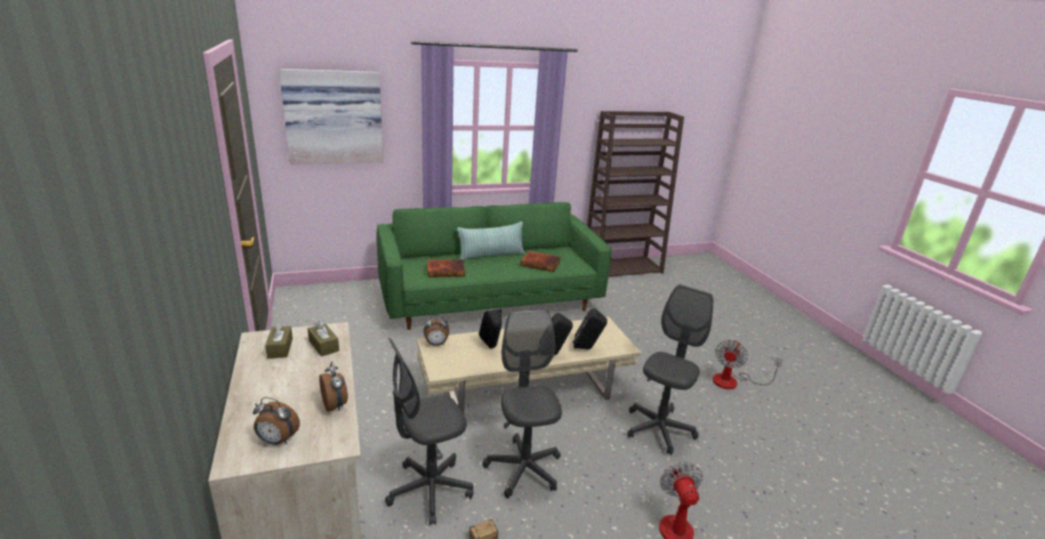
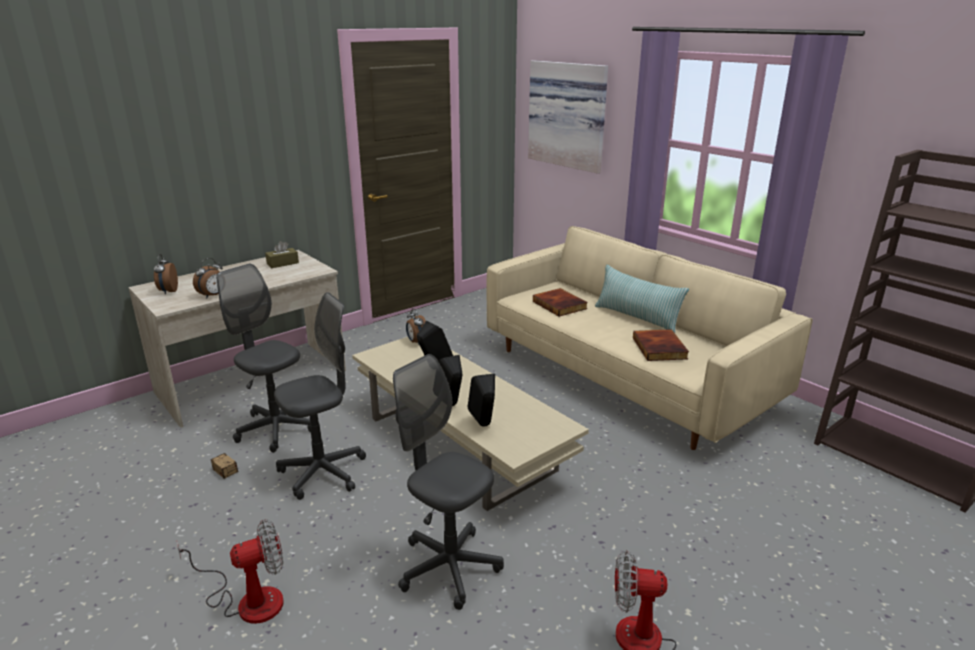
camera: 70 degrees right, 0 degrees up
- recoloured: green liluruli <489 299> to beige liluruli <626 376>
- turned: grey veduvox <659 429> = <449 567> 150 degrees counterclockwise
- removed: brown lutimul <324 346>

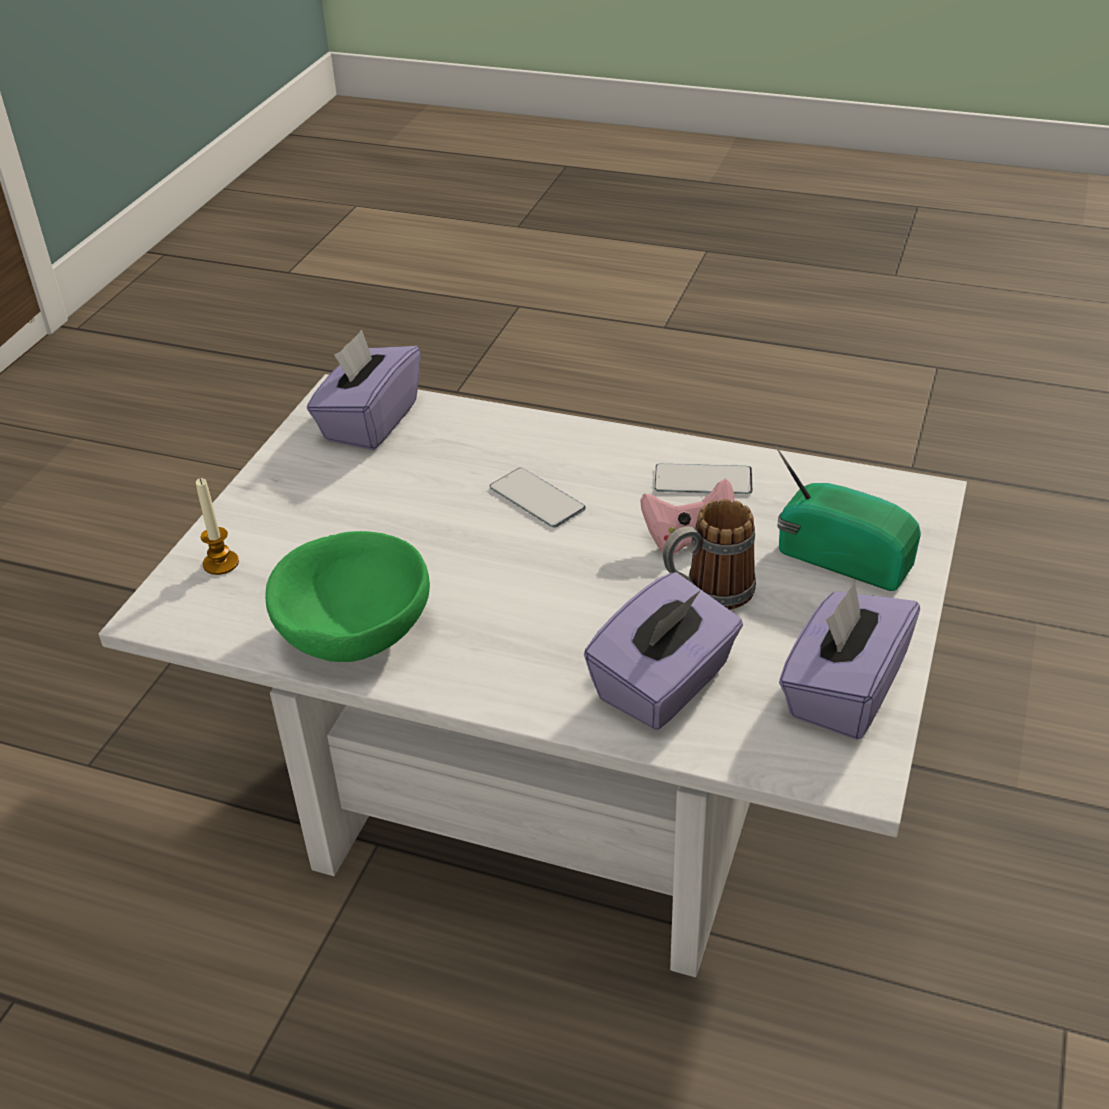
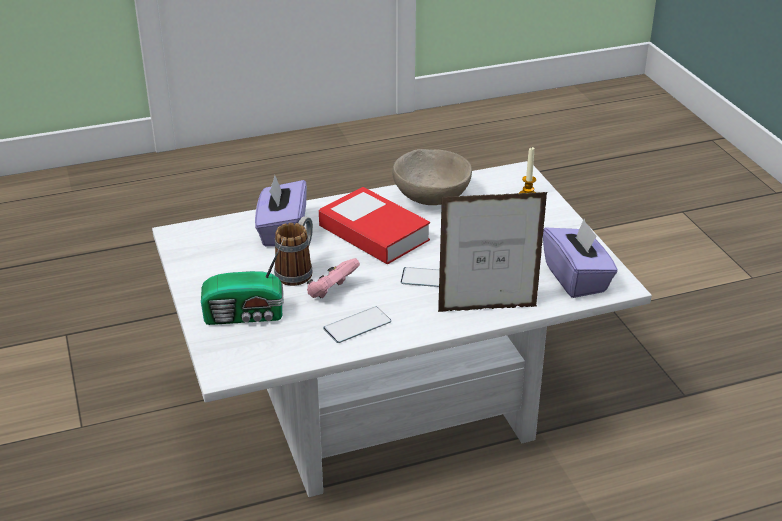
camera: 140 degrees right, 5 degrees down
- recoloured: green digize <354 633> to beige digize <432 197>
- removed: purple lutimul <843 691>
- added: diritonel <374 233>
- added: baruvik <487 309>

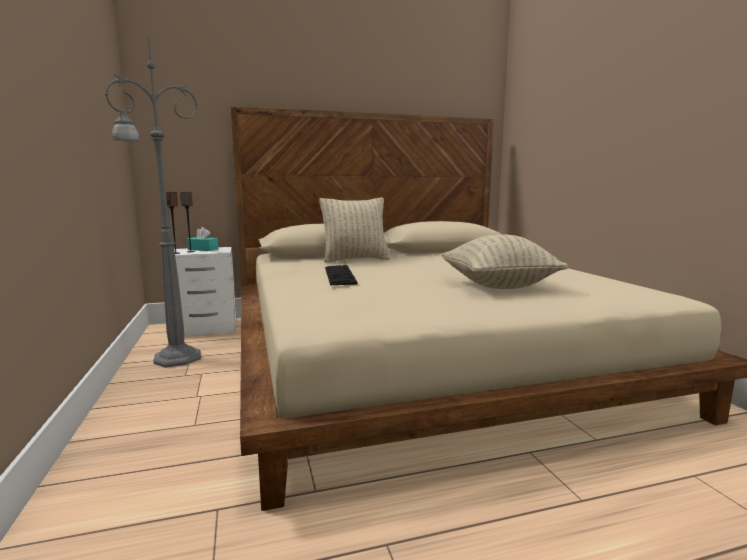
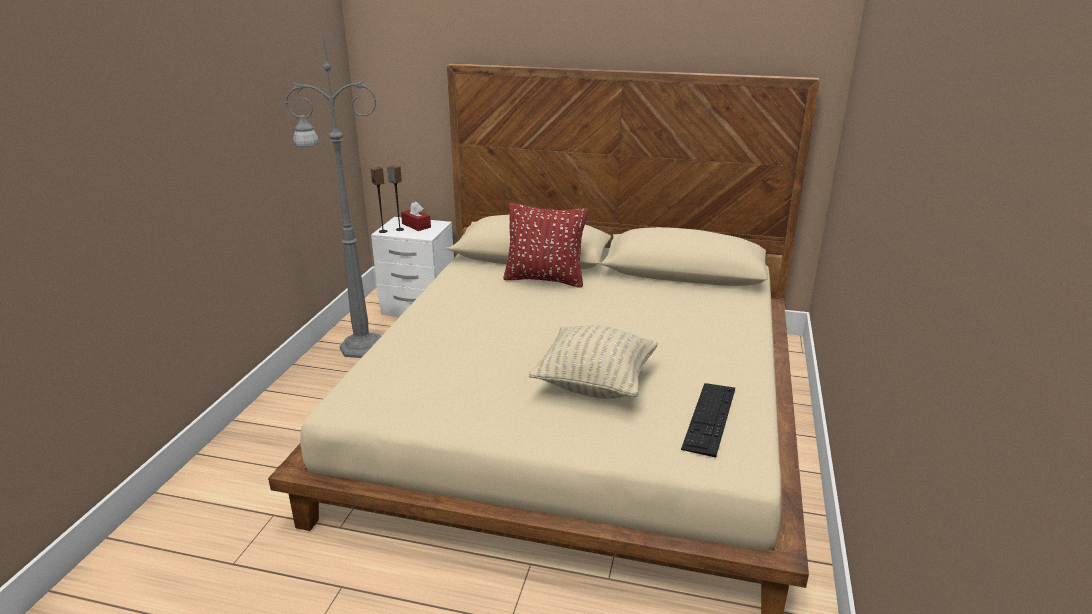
camera: 30 degrees right, 15 degrees up
- recoloured: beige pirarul <355 259> to red pirarul <545 279>
- recoloured: turquoise lutimul <203 249> to red lutimul <416 225>
- moved: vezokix <339 275> to <709 417>

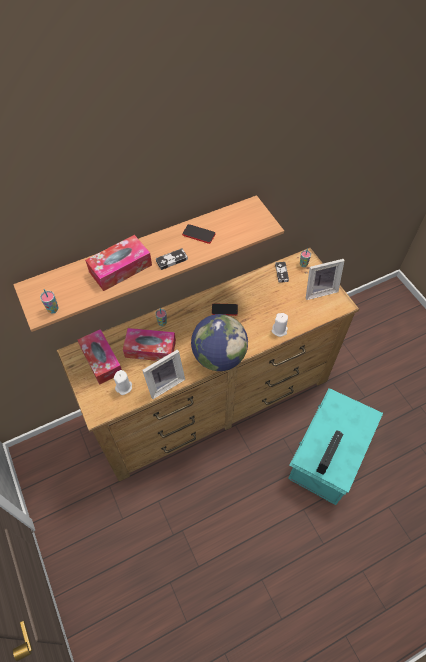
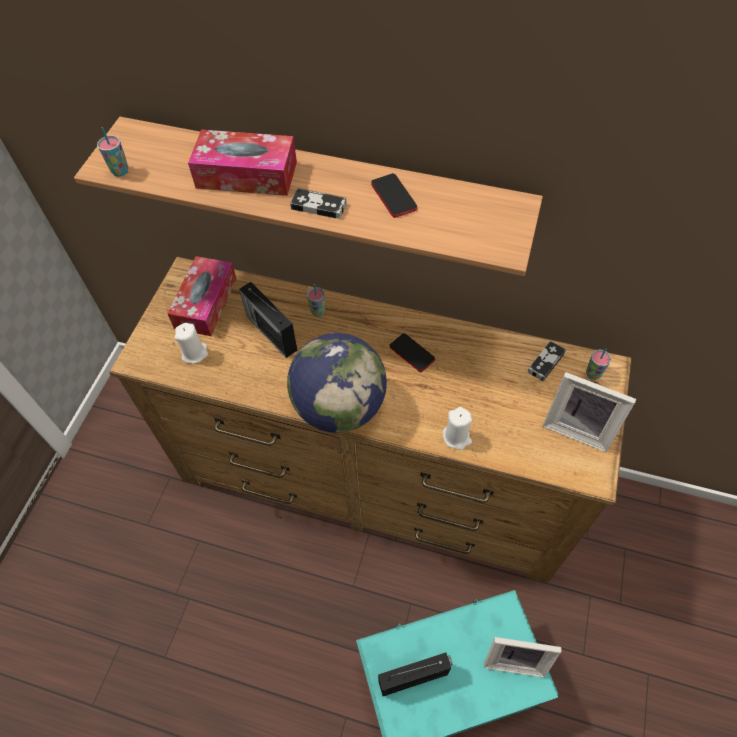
camera: 45 degrees right, 0 degrees up
- replaced: lutimul <150 349> to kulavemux <271 332>
- moved: baruvik <164 383> to <514 658>

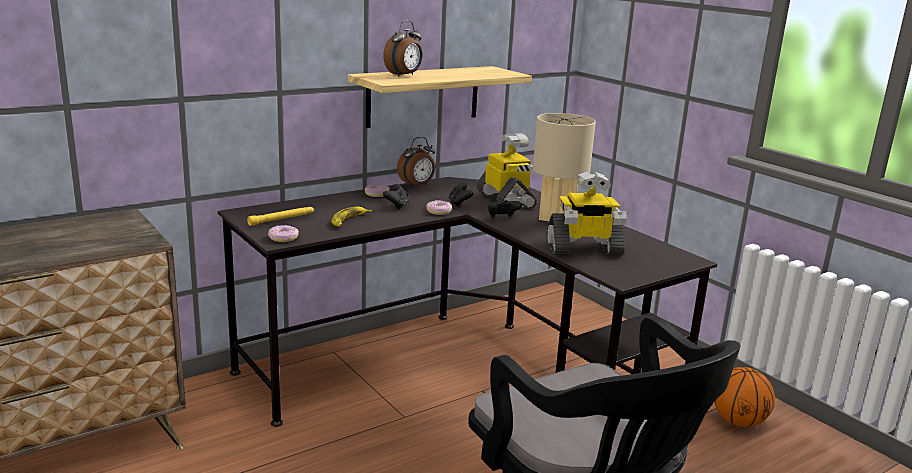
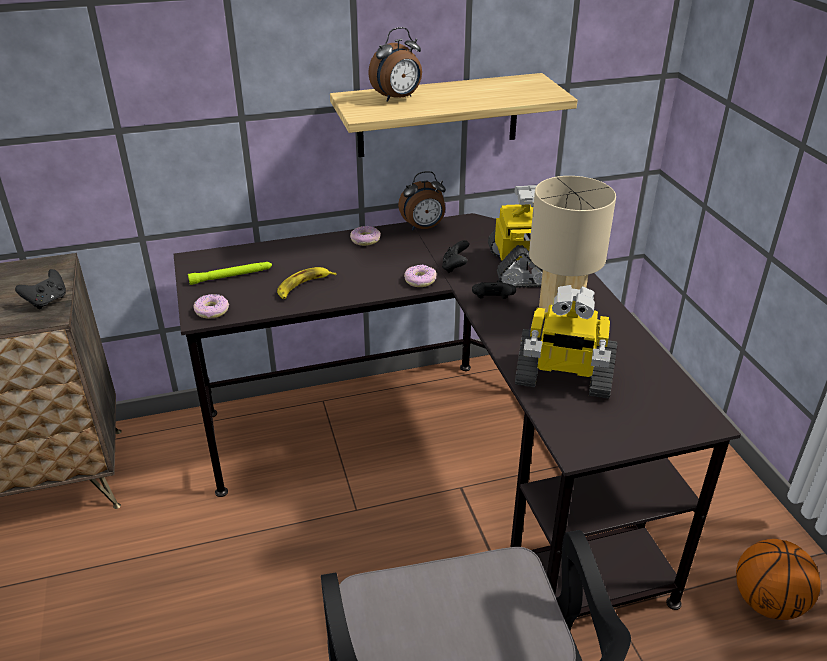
camera: 20 degrees right, 15 degrees up
- moved: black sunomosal <397 206> to <47 301>
- recoloured: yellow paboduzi <282 219> to green paboduzi <231 276>

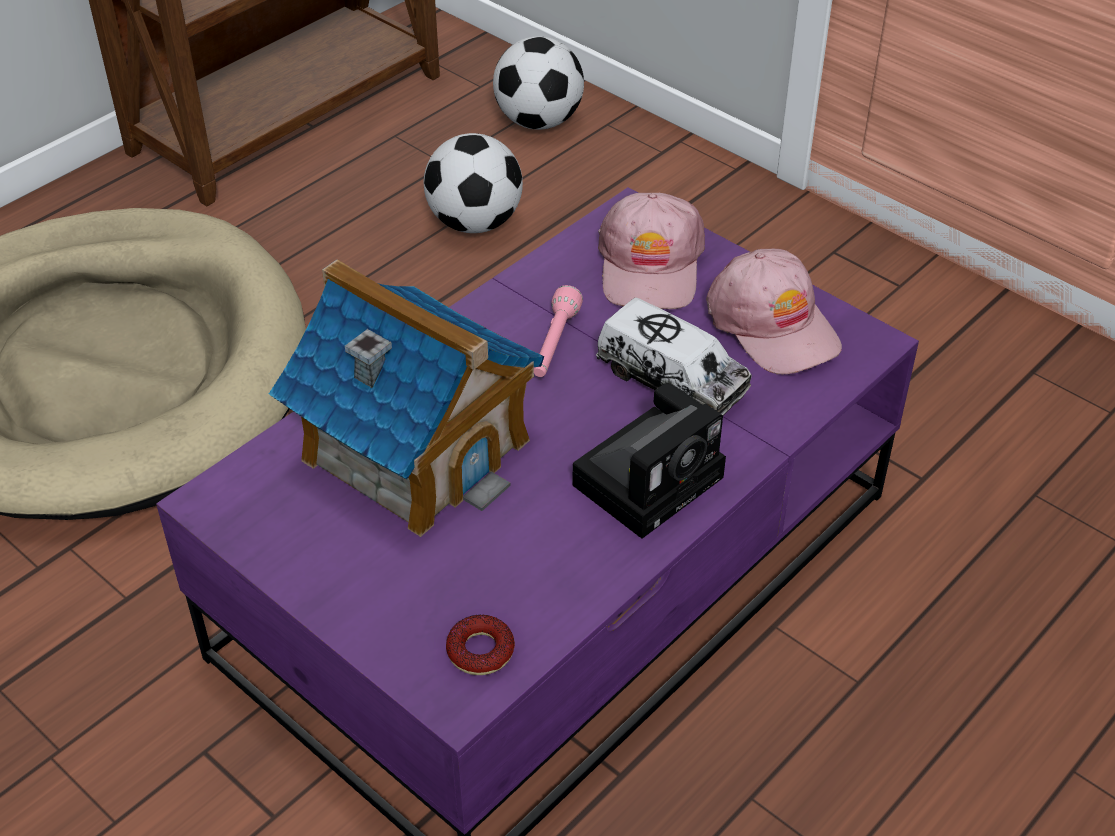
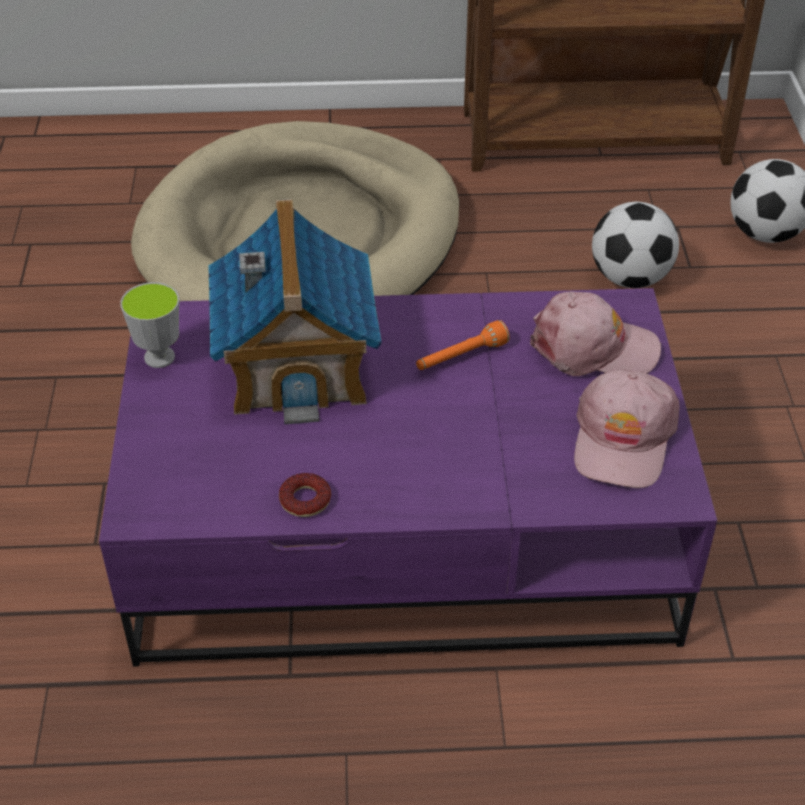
camera: 45 degrees right, 0 degrees up
- turned: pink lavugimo <650 266> = <593 348> 135 degrees counterclockwise
- recoloured: pink paboduzi <554 344> to orange paboduzi <460 357>
- removed: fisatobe <672 381>
- removed: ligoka <651 477>
- moved: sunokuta <480 651> to <305 500>
- added: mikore <159 357>

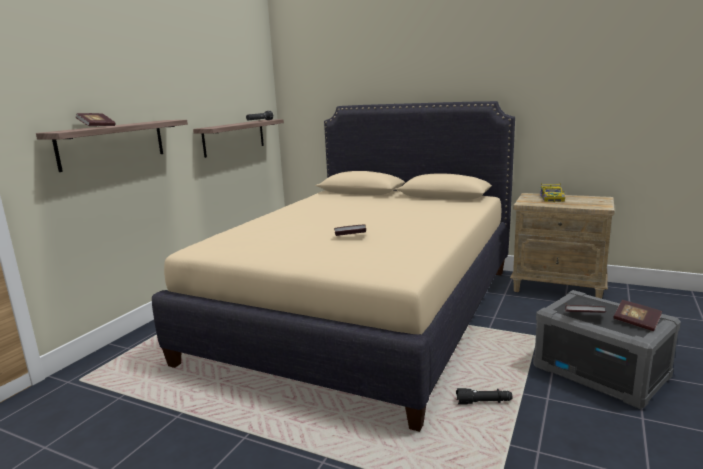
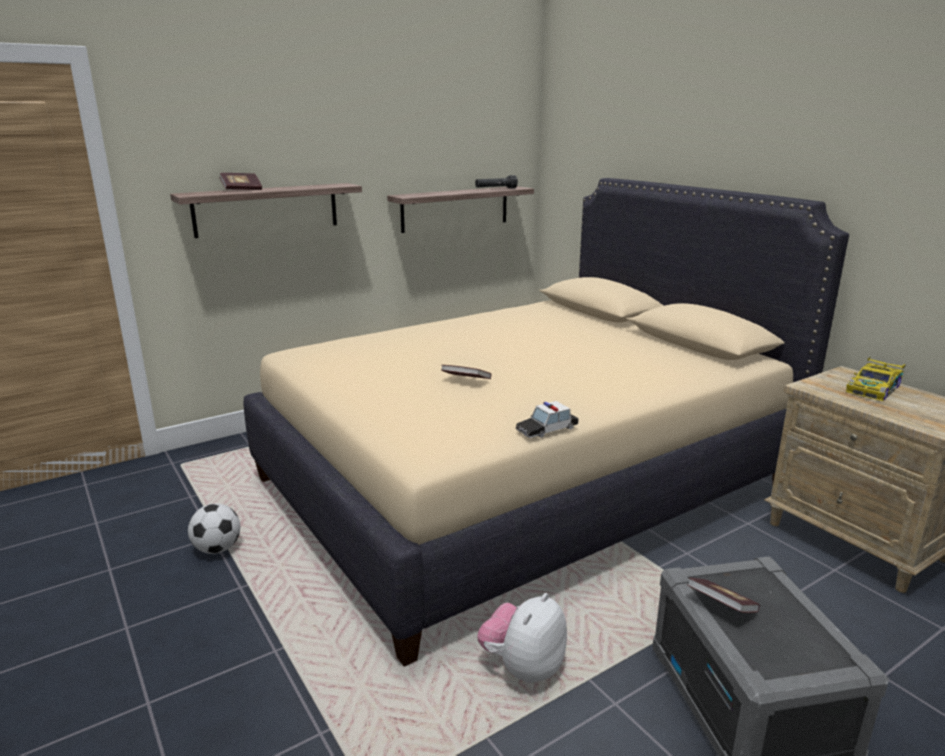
camera: 30 degrees right, 5 degrees up
- removed: diritonel <636 323>
- replaced: black paboduzi <484 402> to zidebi <523 667>
- added: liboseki <546 429>
- added: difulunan <217 549>

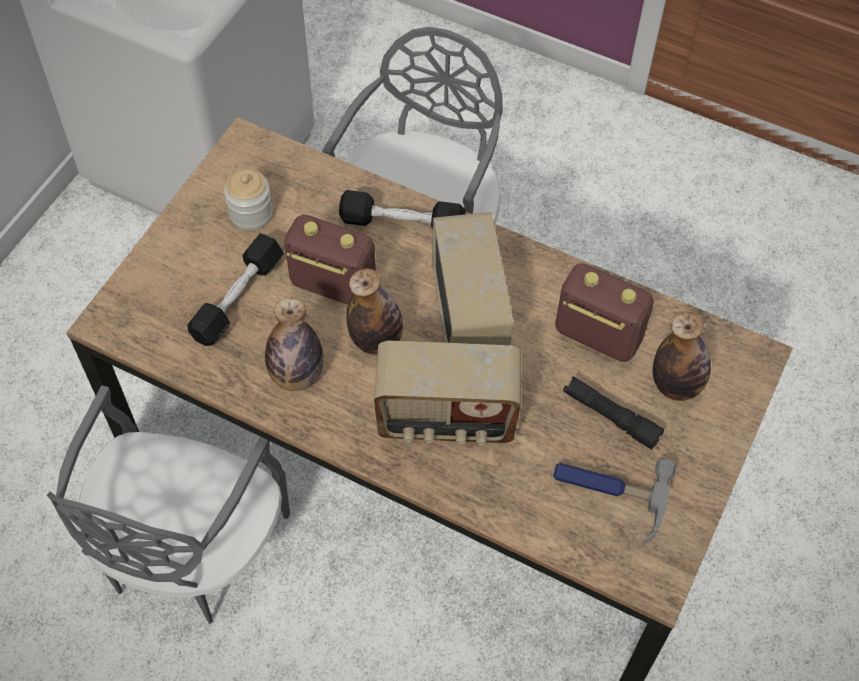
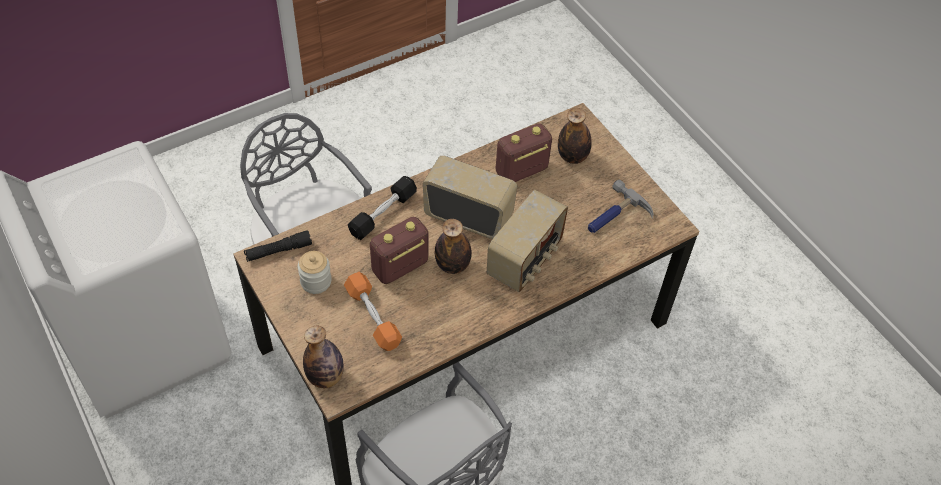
camera: 60 degrees left, 5 degrees down
- recoloured: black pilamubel <238 298> to orange pilamubel <373 317>
- moved: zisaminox <296 376> to <325 377>
- moved: black paboduzi <610 417> to <278 251>

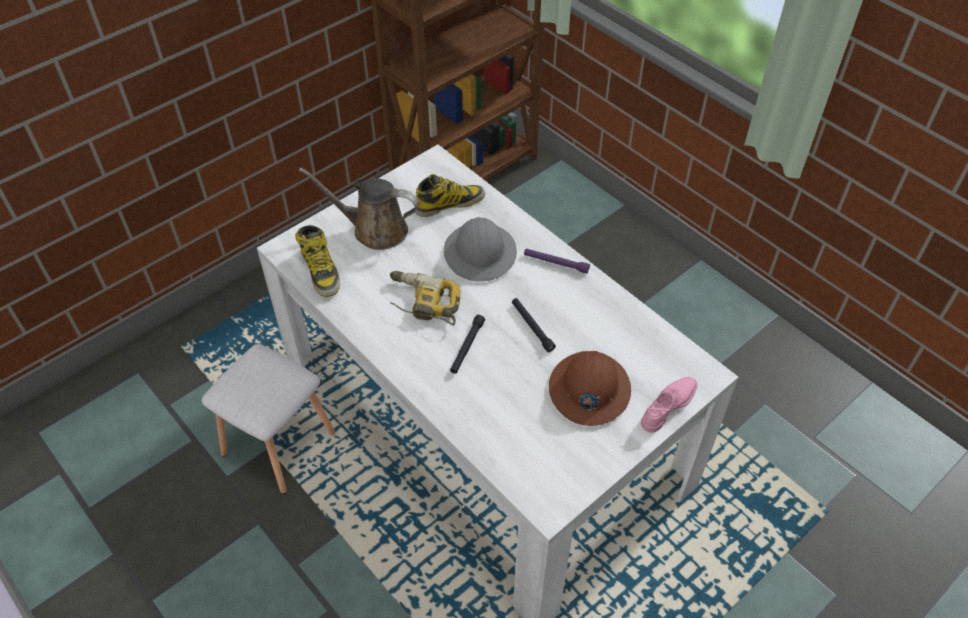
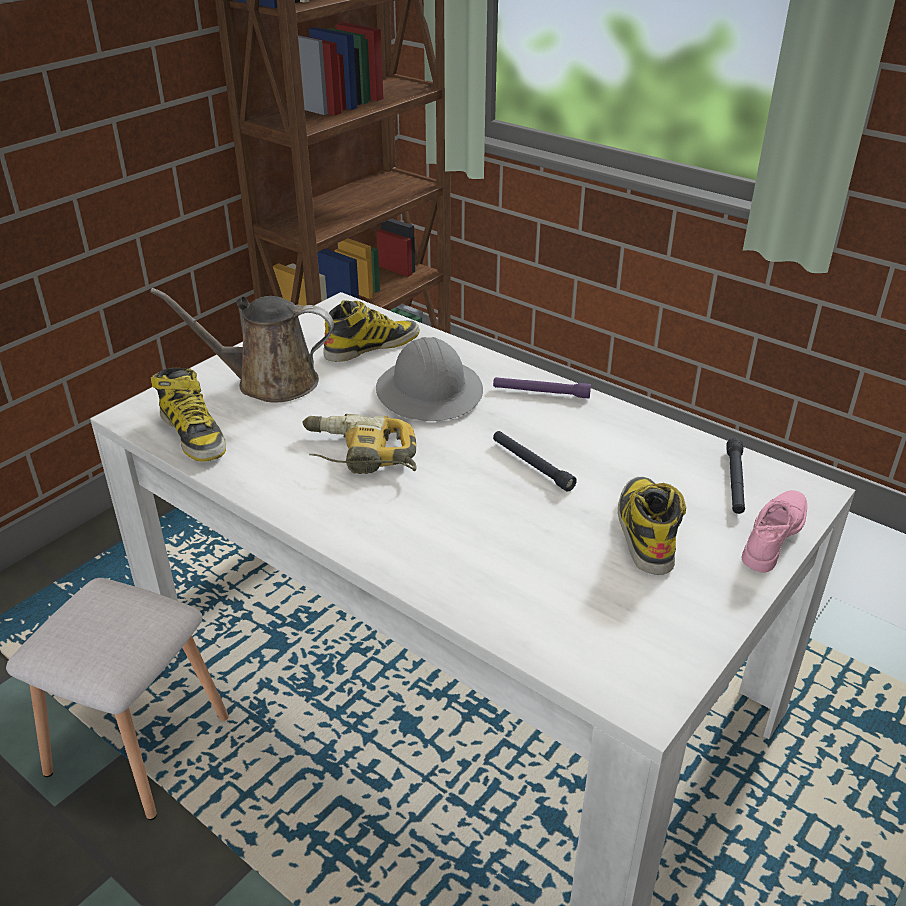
camera: 10 degrees left, 15 degrees down
- moved: black paboduzi <467 347> to <735 482>
- replaced: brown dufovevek <588 389> to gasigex <645 530>

